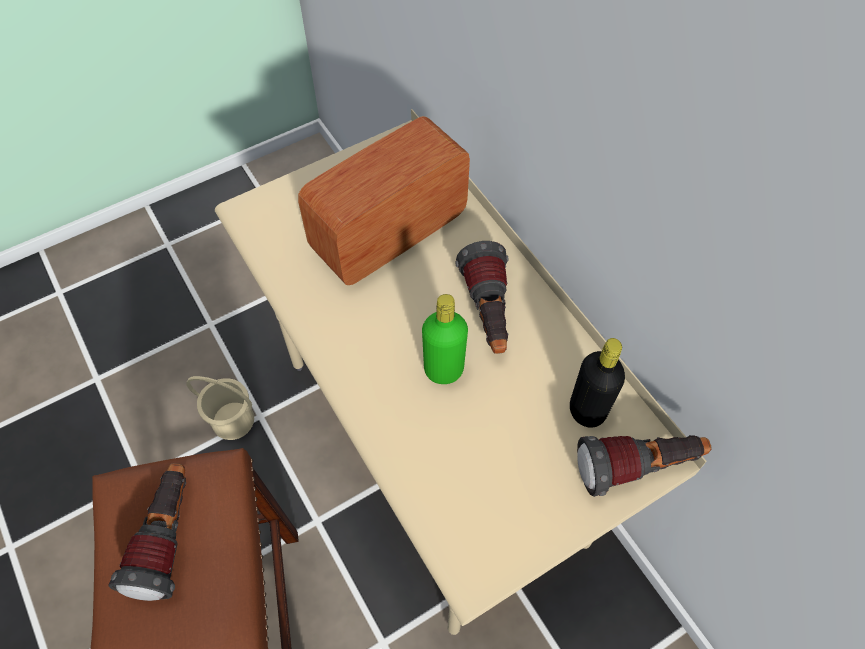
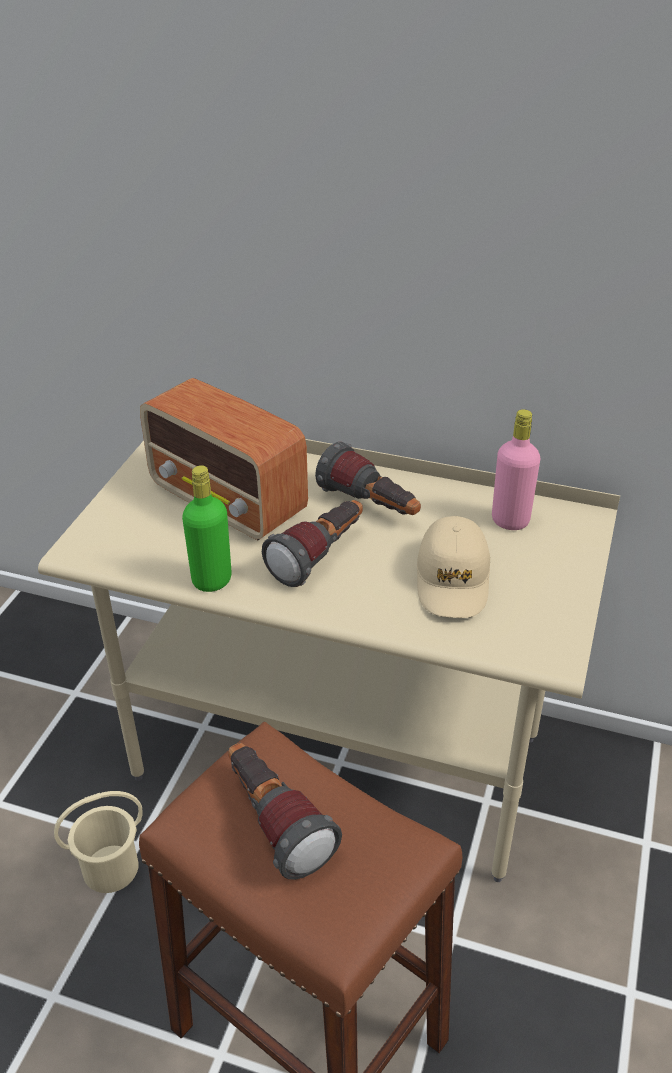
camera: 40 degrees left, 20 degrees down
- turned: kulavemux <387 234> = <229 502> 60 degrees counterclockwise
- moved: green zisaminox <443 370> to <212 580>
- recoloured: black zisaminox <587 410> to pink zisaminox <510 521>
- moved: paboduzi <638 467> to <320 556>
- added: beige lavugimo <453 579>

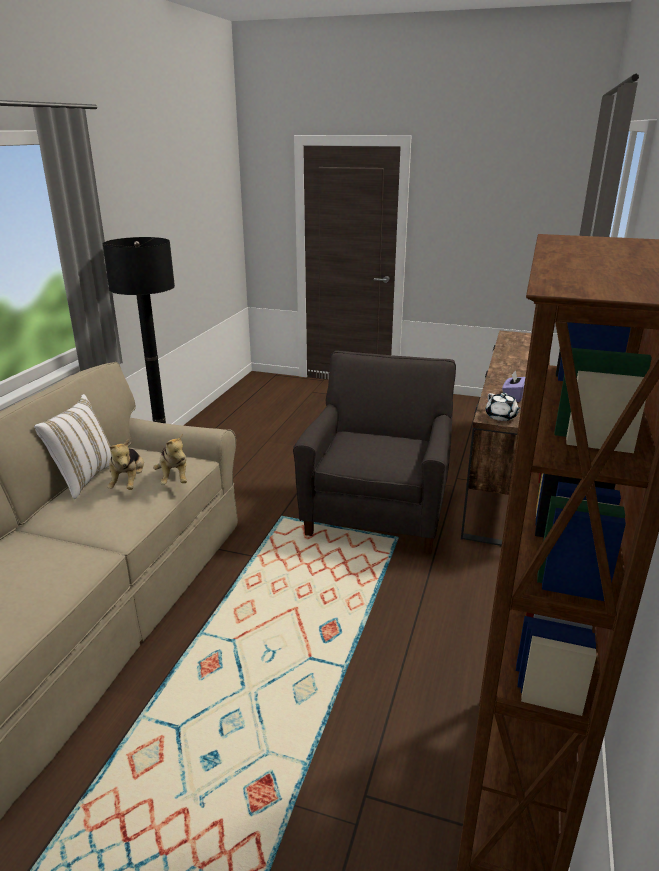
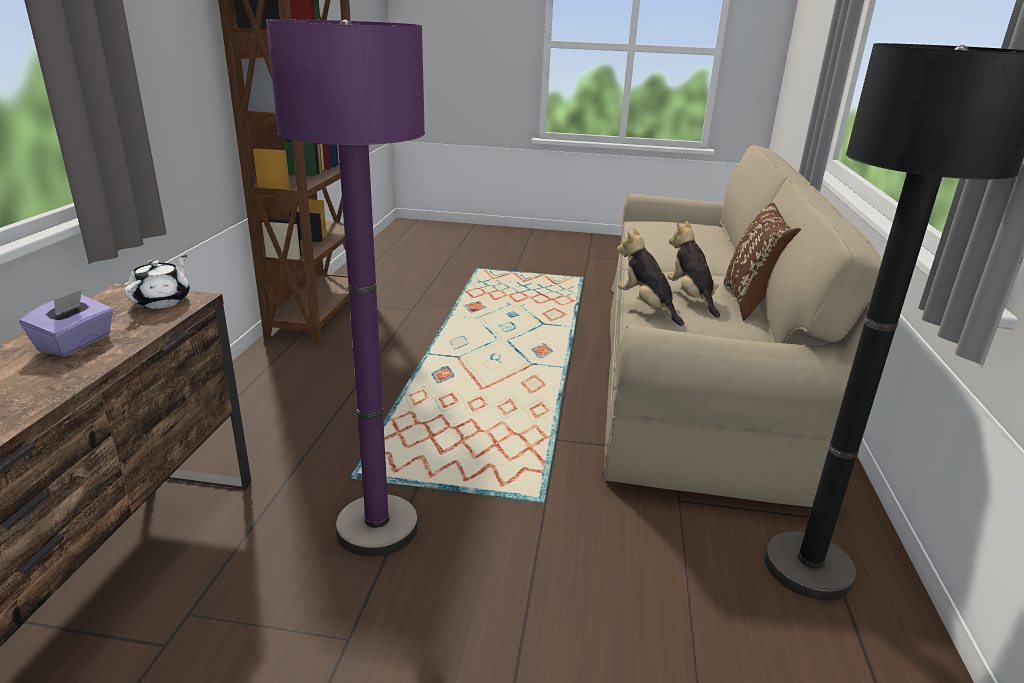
camera: 170 degrees right, 0 degrees up
- replaced: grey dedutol <377 510> to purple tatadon <377 528>
- turned: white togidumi <501 417> = <162 301> 45 degrees clockwise
- recoloured: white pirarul <84 478> to brown pirarul <751 302>

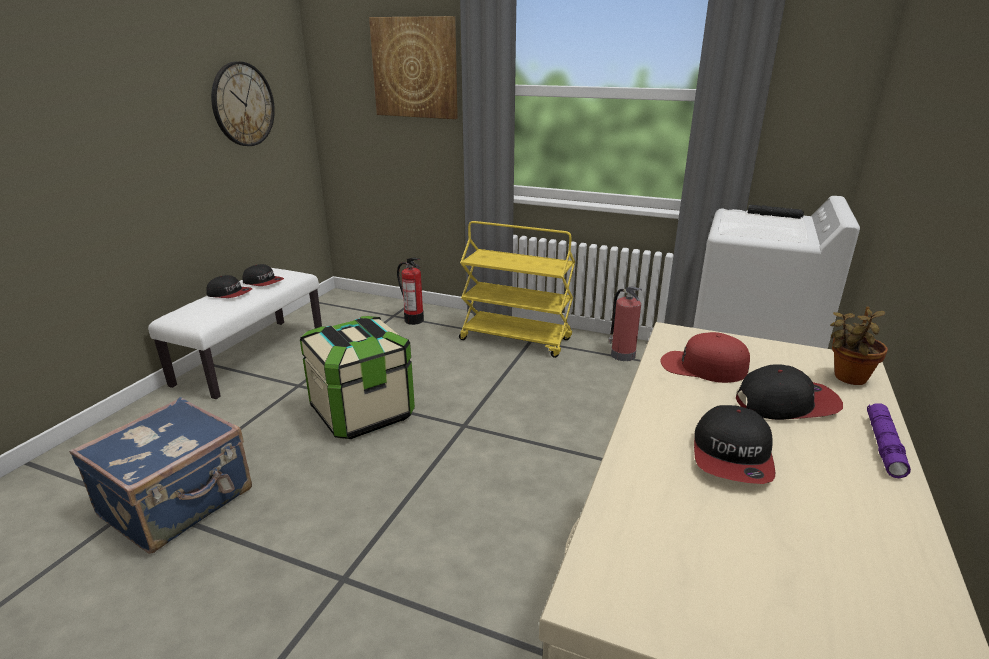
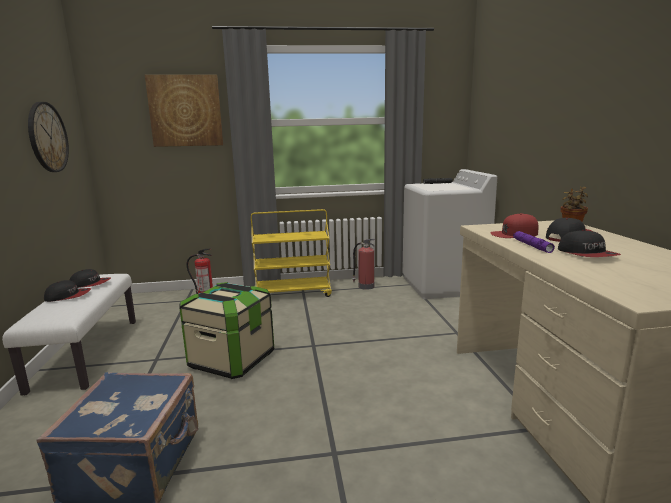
camera: 30 degrees left, 10 degrees down
- moved: purple paboduzi <884 445> to <532 246>

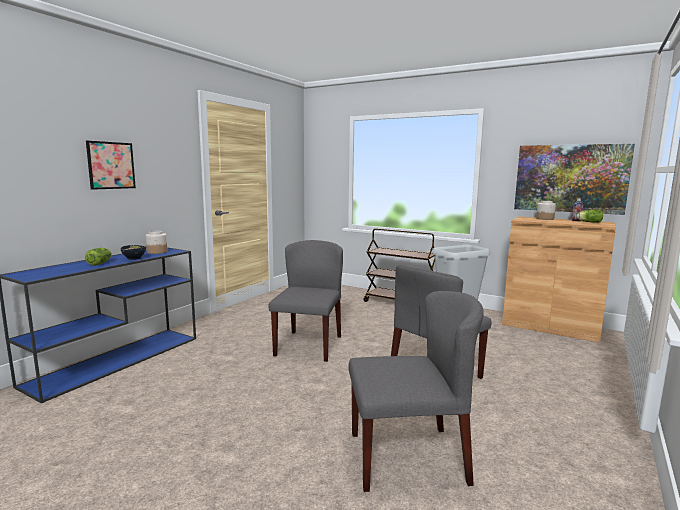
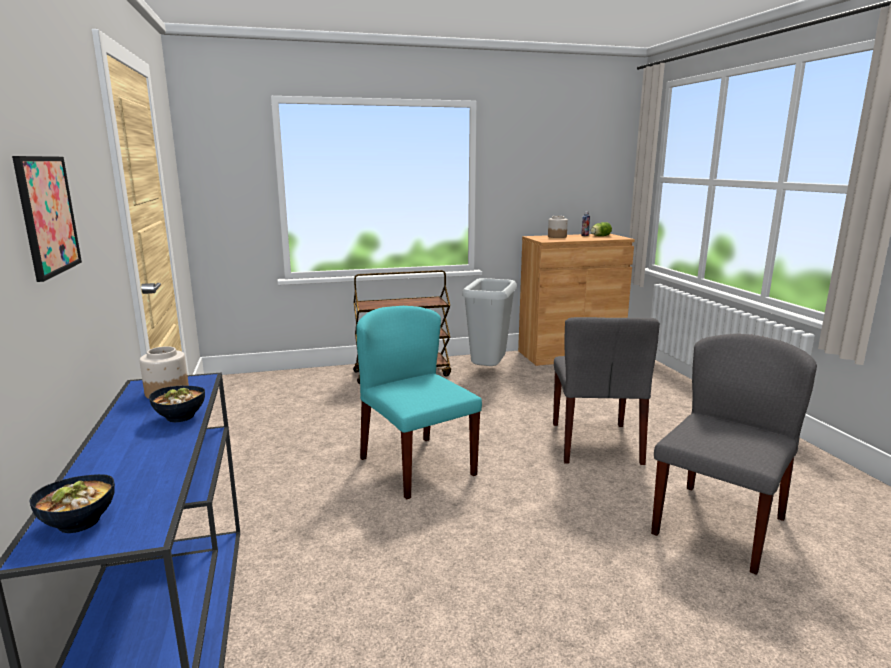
camera: 45 degrees left, 5 degrees up
- removed: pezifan <570 178>
- recoloured: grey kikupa <308 345> to turquoise kikupa <416 466>
- removed: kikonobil <101 263>
- added: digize <78 522>

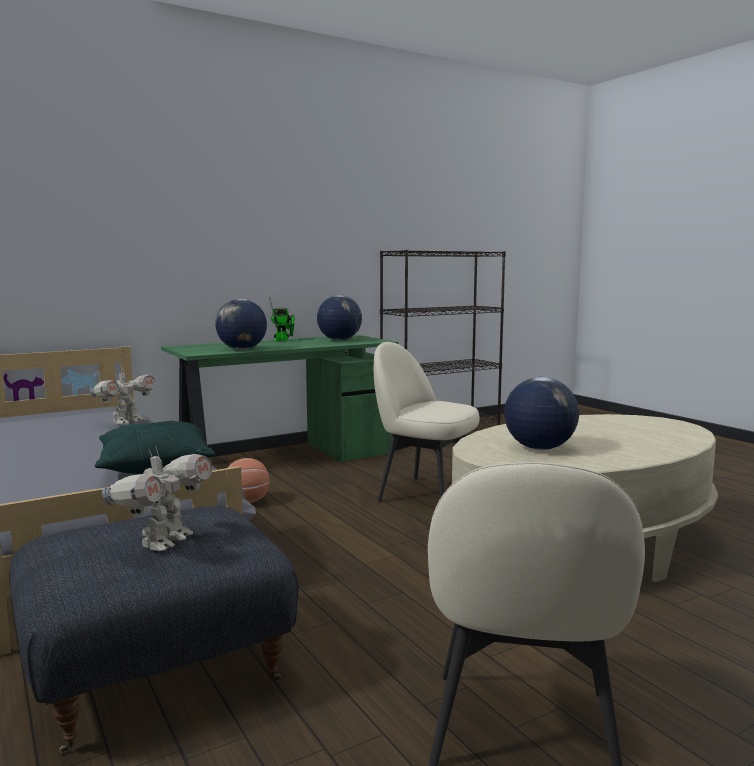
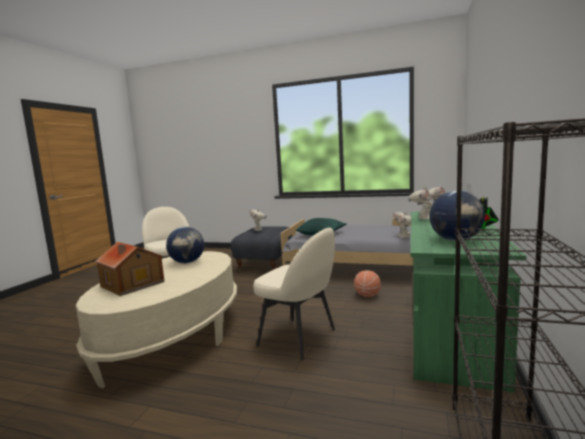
camera: 140 degrees right, 0 degrees up
- replaced: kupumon <241 349> to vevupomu <426 218>
- turned: beige kikupa <425 494> = <299 338> 45 degrees clockwise
- added: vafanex <132 284>

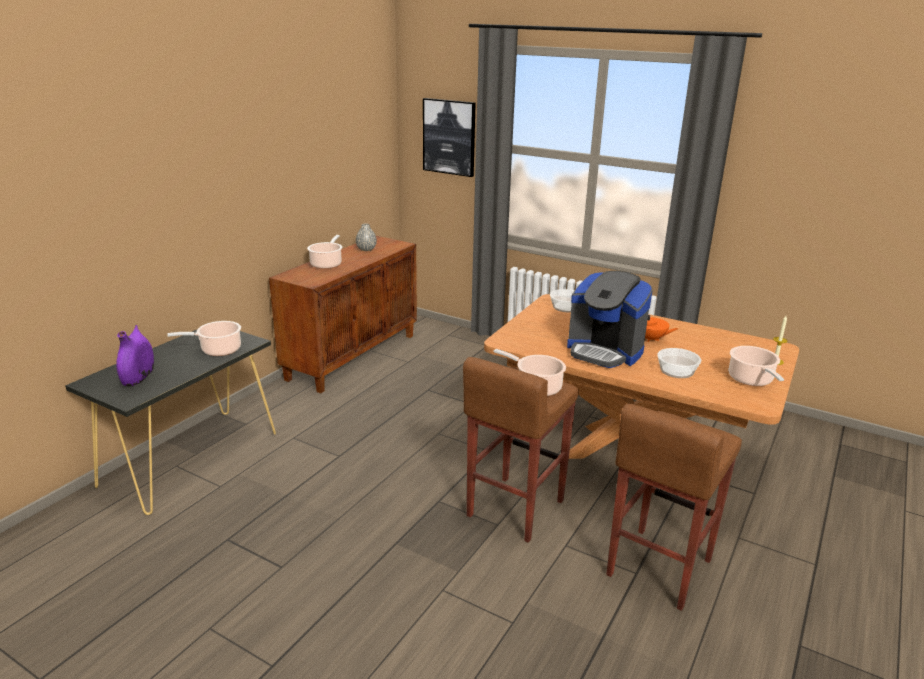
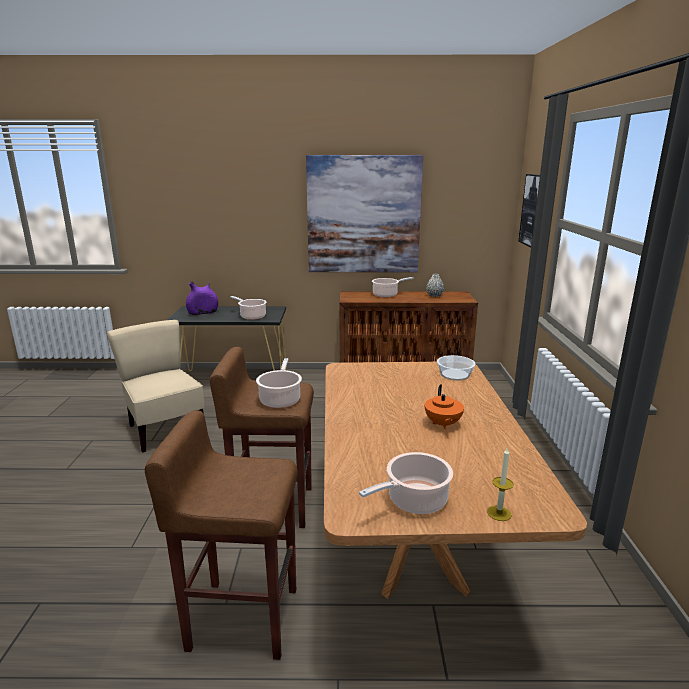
camera: 60 degrees right, 5 degrees down
- removed: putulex <604 351>
- removed: digize <677 371>
- added: pezifan <363 215>
- added: beige kikupa <165 430>

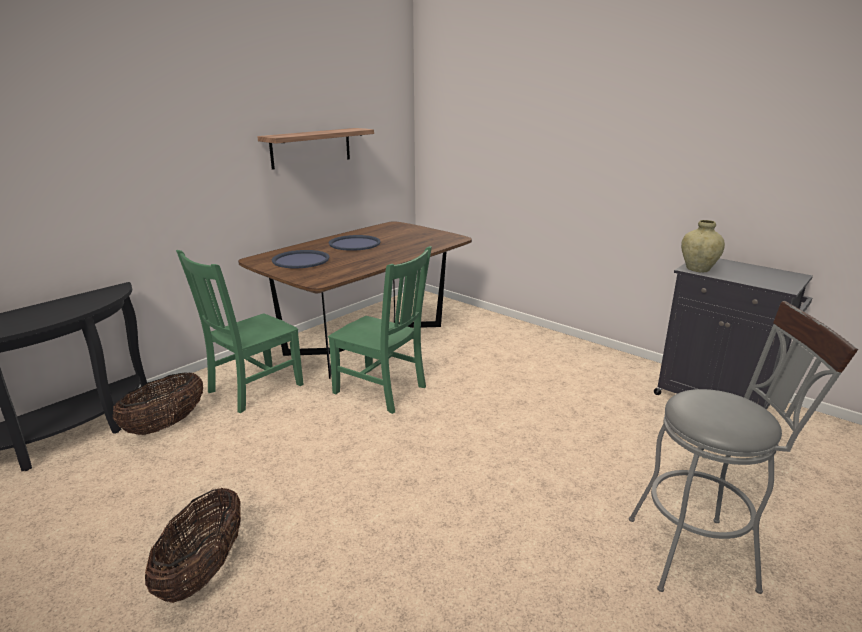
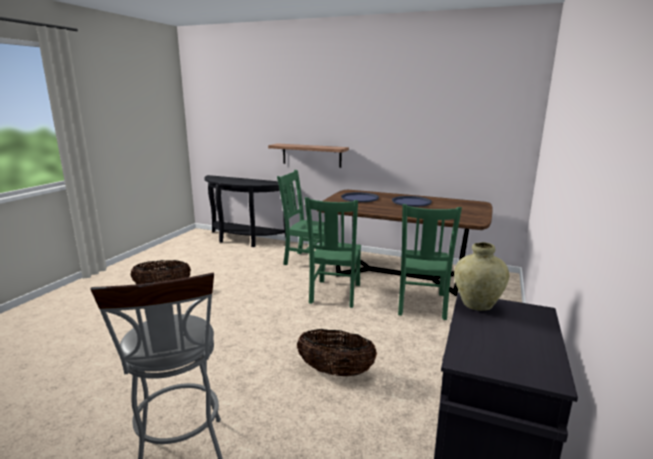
camera: 70 degrees right, 5 degrees down
- moved: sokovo <311 148> to <311 155>
- moved: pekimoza <165 425> to <335 371>
- added: green kikupa <421 305>

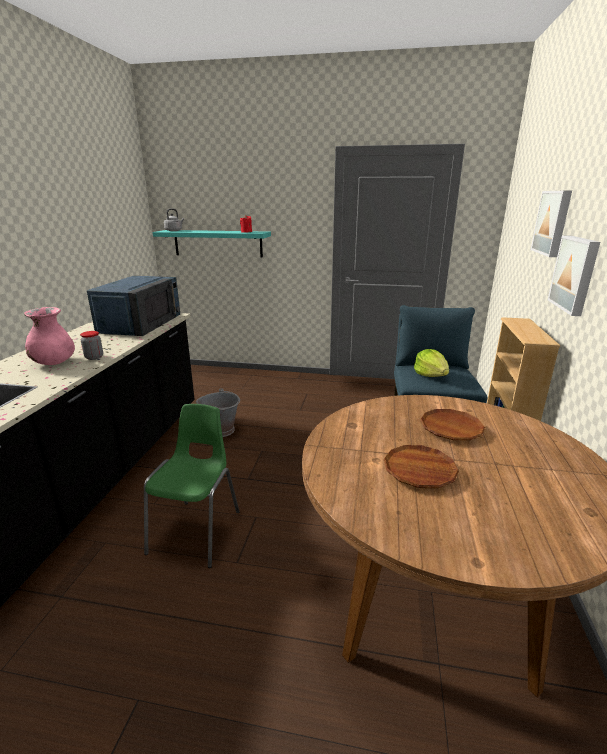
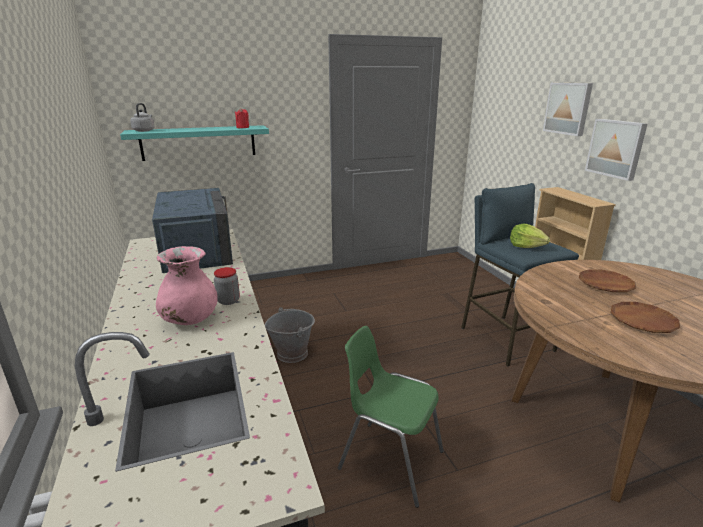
camera: 30 degrees left, 0 degrees up
- turned: green kikupa <197 531> = <390 460> 45 degrees counterclockwise

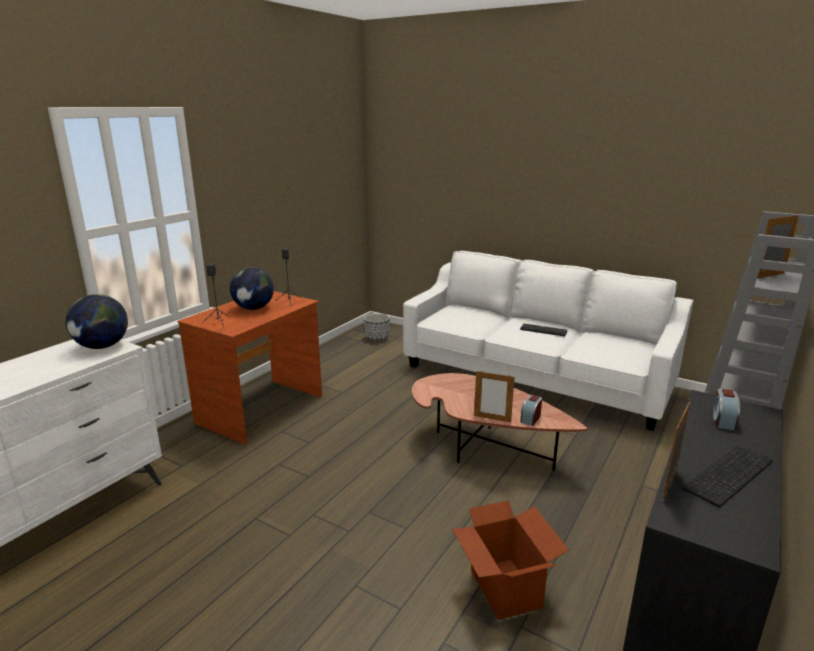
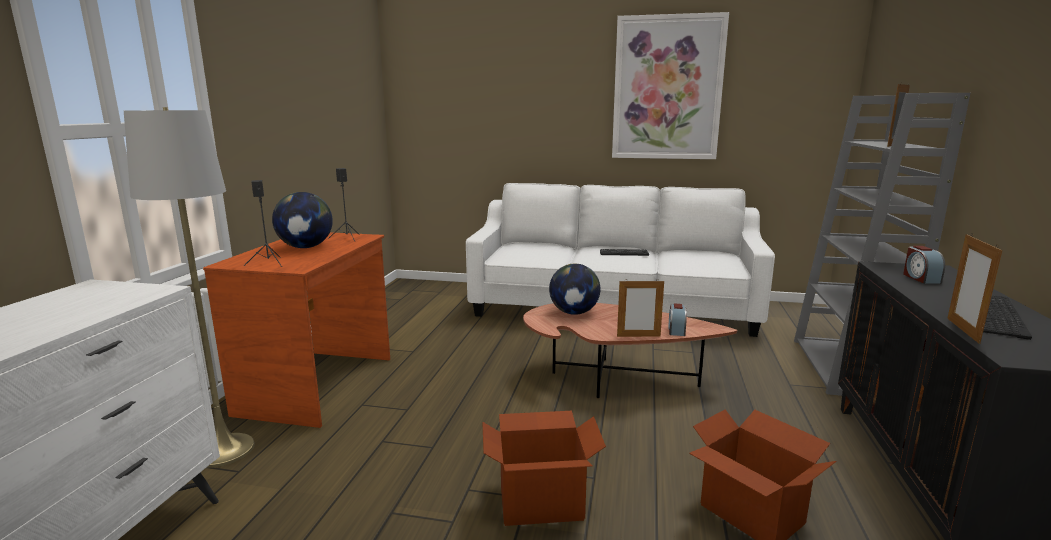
camera: 20 degrees left, 5 degrees down
- moved: kupumon <102 346> to <574 313>
- removed: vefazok <377 338>
- added: pezifan <667 88>
- added: grey tatadon <224 450>
- added: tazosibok <540 502>

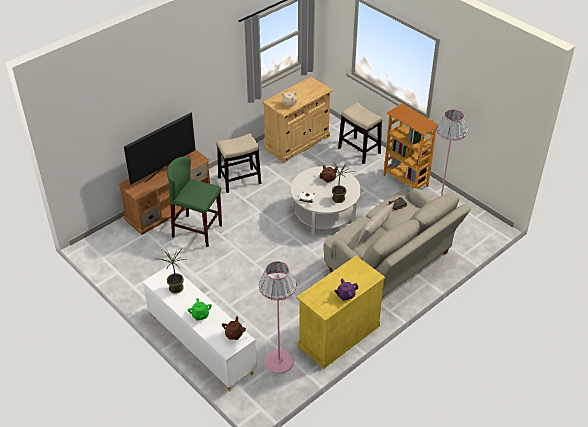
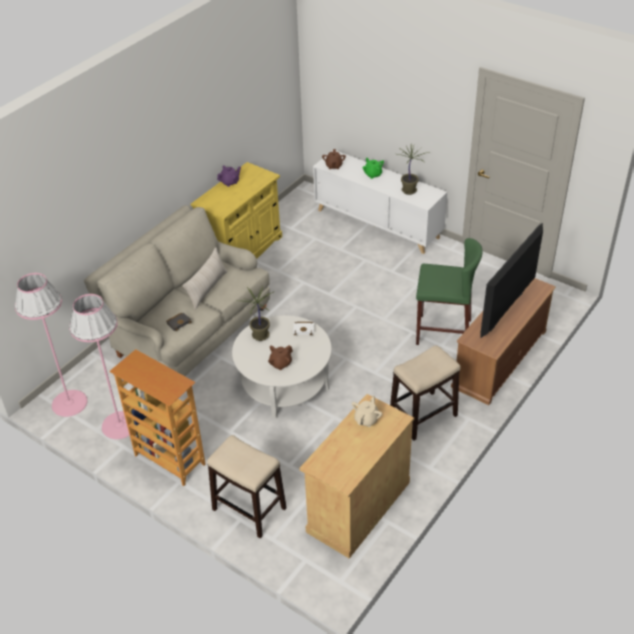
camera: 170 degrees right, 0 degrees up
- moved: pink tatadon <279 361> to <69 403>

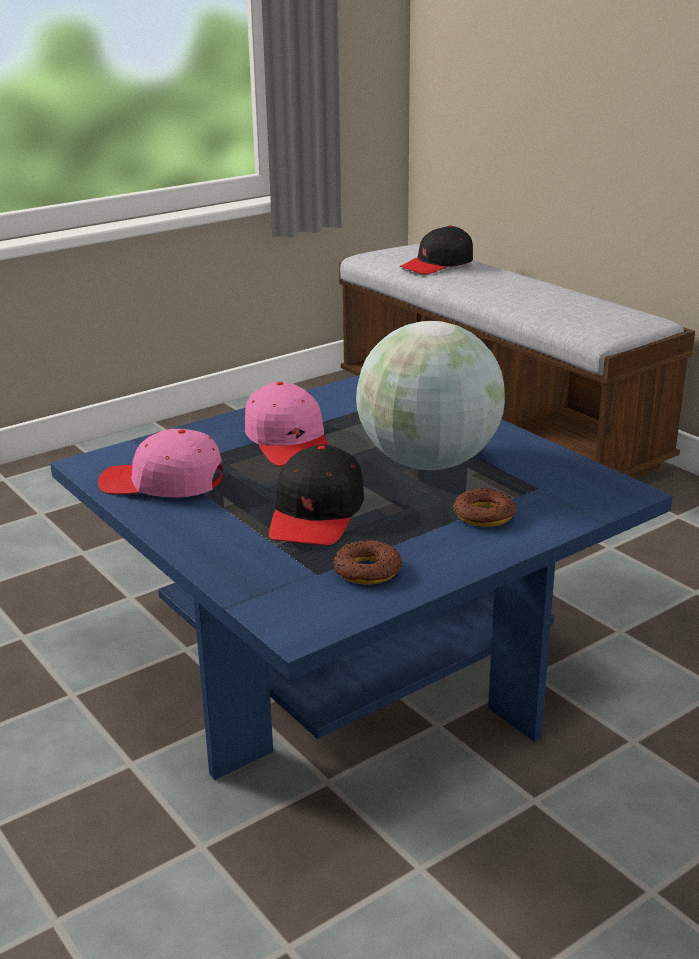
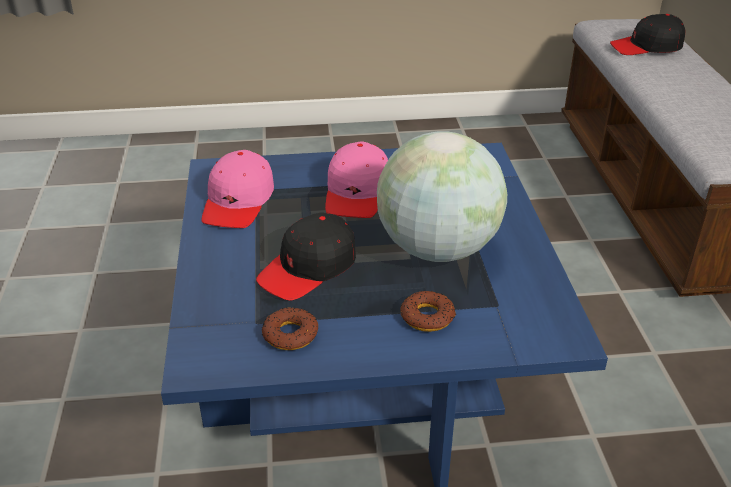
camera: 30 degrees right, 10 degrees up
- turned: pink lavugimo <162 483> = <238 202> 120 degrees counterclockwise

